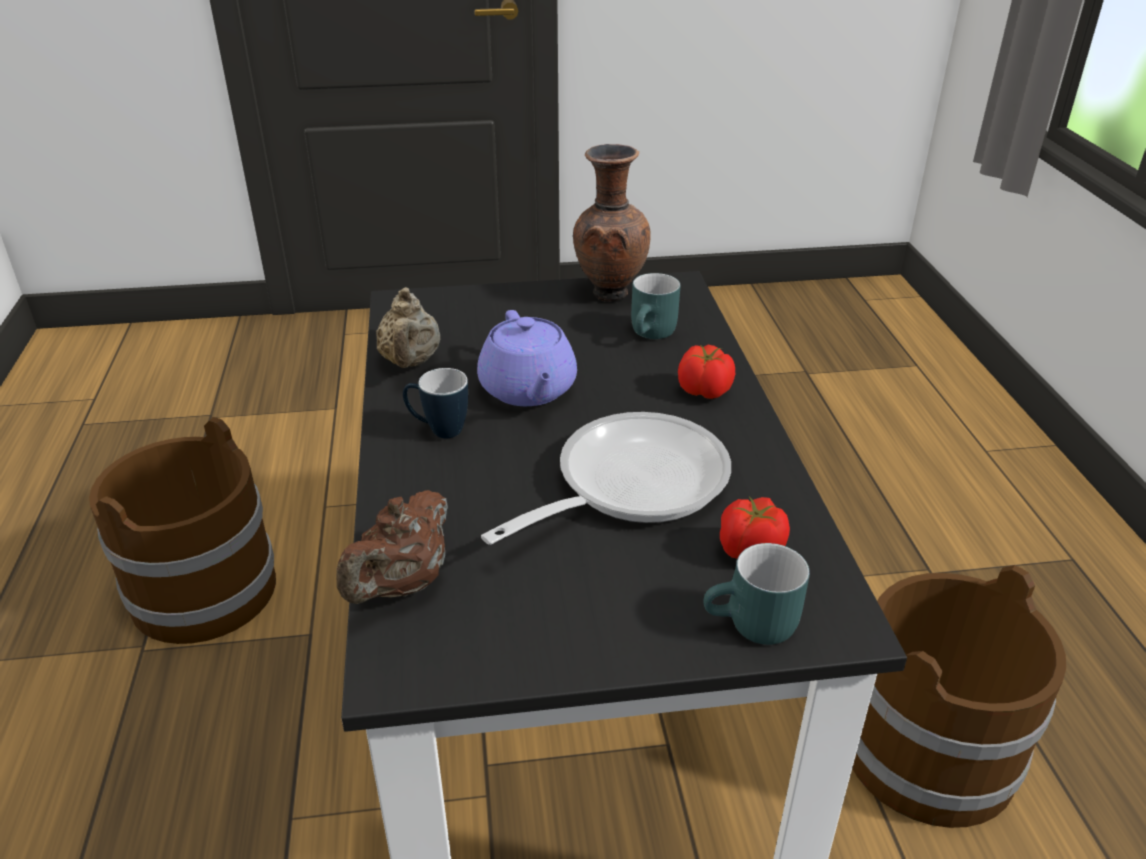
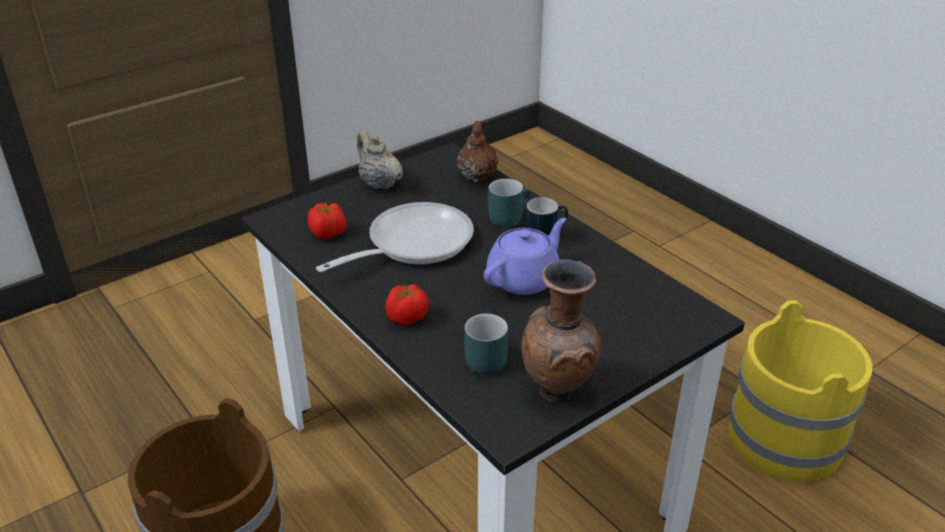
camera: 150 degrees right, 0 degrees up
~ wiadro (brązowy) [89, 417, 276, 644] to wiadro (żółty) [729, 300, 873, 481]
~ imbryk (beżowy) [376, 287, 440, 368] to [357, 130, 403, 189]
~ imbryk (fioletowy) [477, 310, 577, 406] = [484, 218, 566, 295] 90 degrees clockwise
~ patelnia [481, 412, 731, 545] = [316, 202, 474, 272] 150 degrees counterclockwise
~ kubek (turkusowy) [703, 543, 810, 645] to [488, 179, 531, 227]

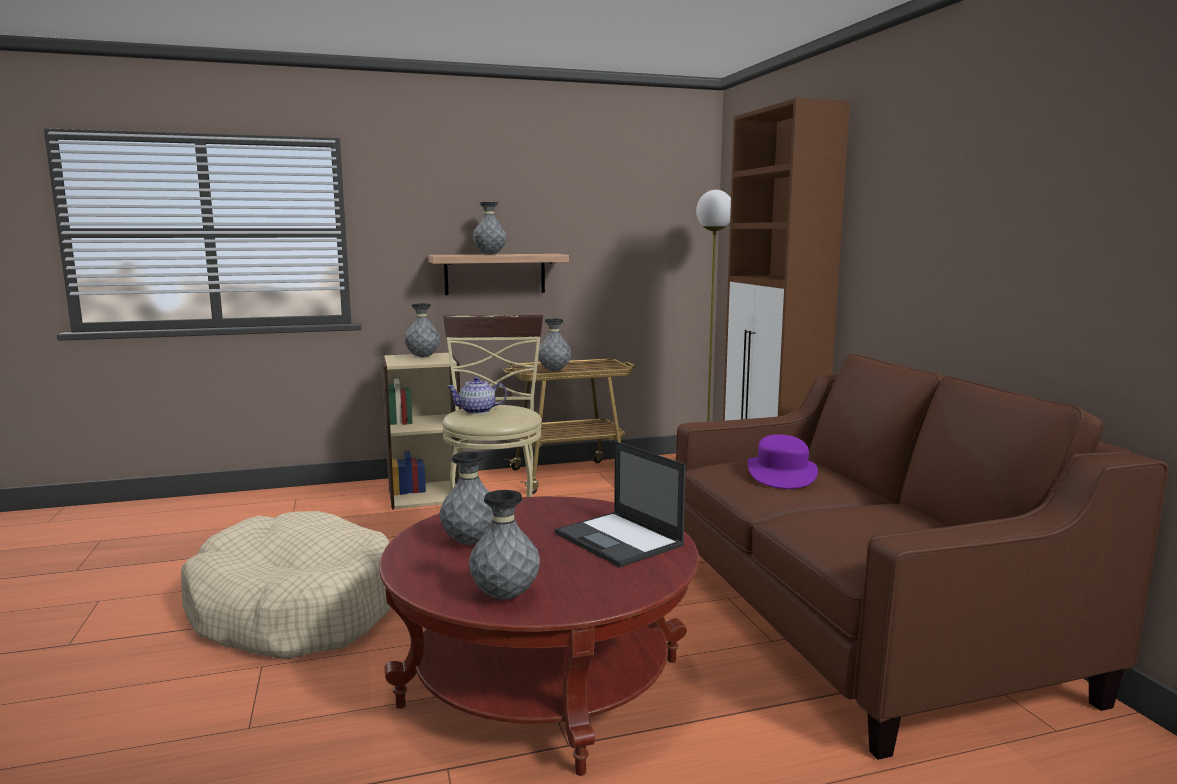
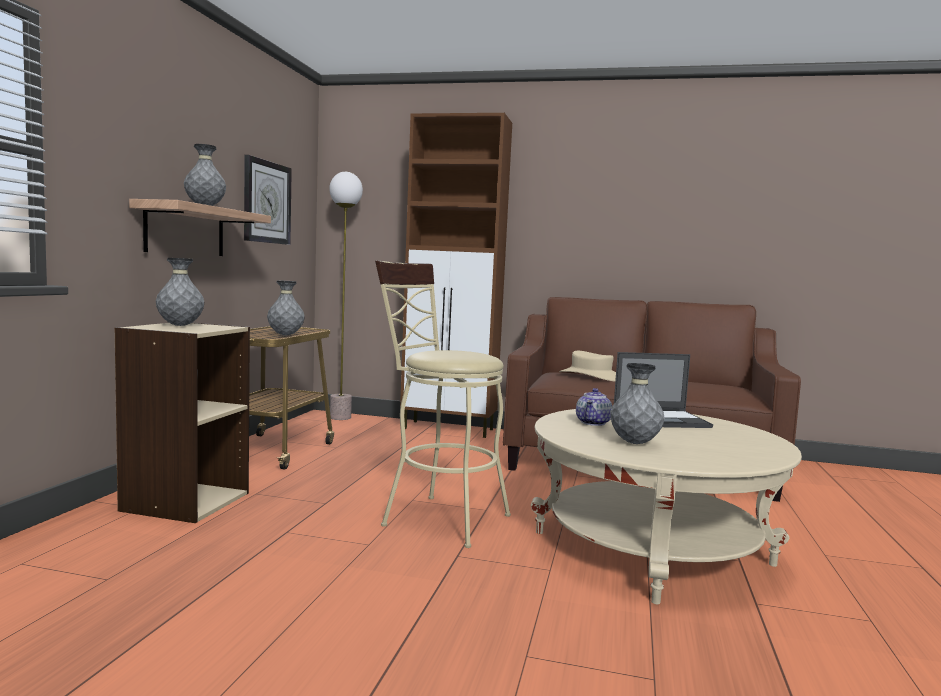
camera: 60 degrees left, 5 degrees down
- legowisko (beżowy) [181, 511, 391, 660]
~ ława (czerwony) [379, 496, 699, 776] to ława (beżowy) [531, 409, 802, 604]
~ imbryk [446, 377, 507, 414] to [576, 388, 612, 426]
- wazon (szary) [469, 490, 540, 600]
~ kapelusz (fioletowy) [748, 434, 818, 489] to kapelusz (beżowy) [559, 351, 616, 381]
+ zegar ścienny [244, 155, 292, 245]

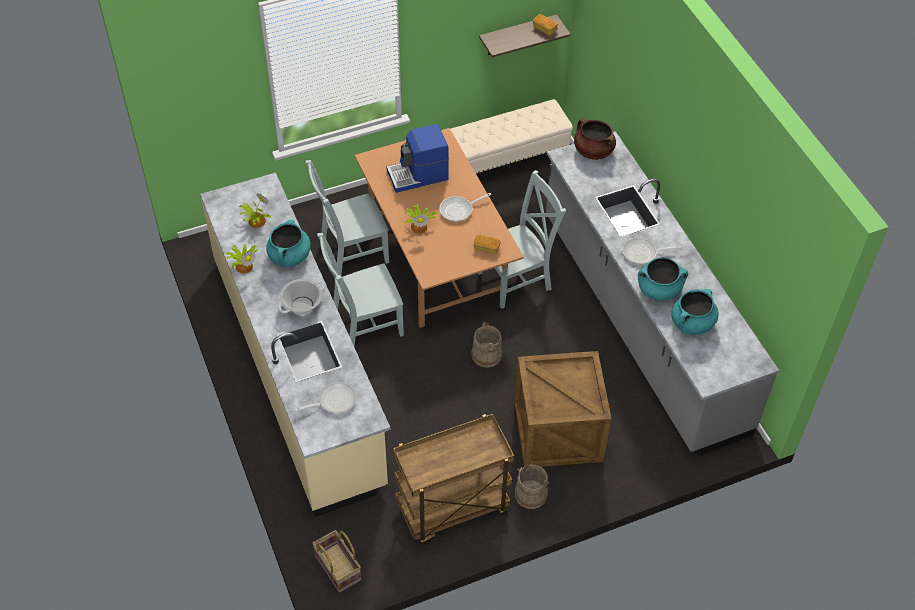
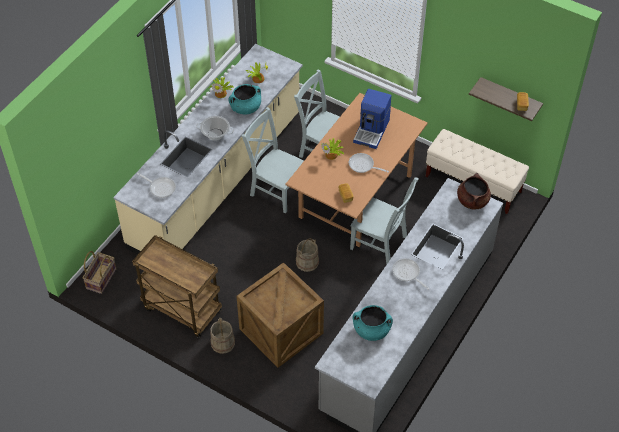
camera: 55 degrees right, 0 degrees up
~ ekspres do kawy [387, 124, 449, 193] = [353, 89, 391, 149] 105 degrees counterclockwise
- garnek (turkusowy) [638, 257, 688, 301]

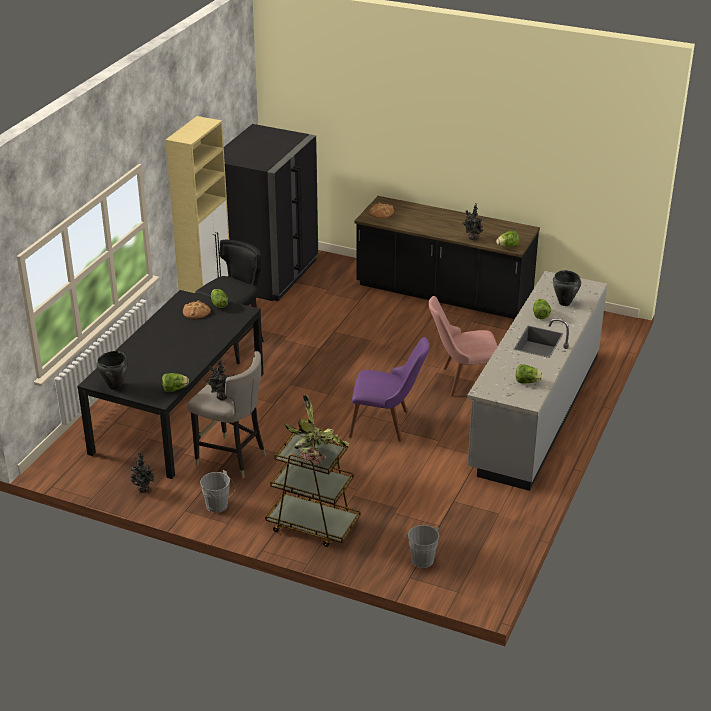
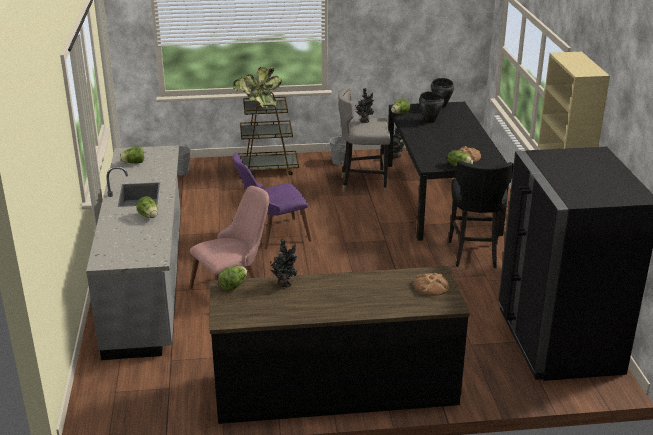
camera: 150 degrees right, 5 degrees down
~ garnek (czarny) [553, 270, 581, 306] to [419, 92, 444, 123]

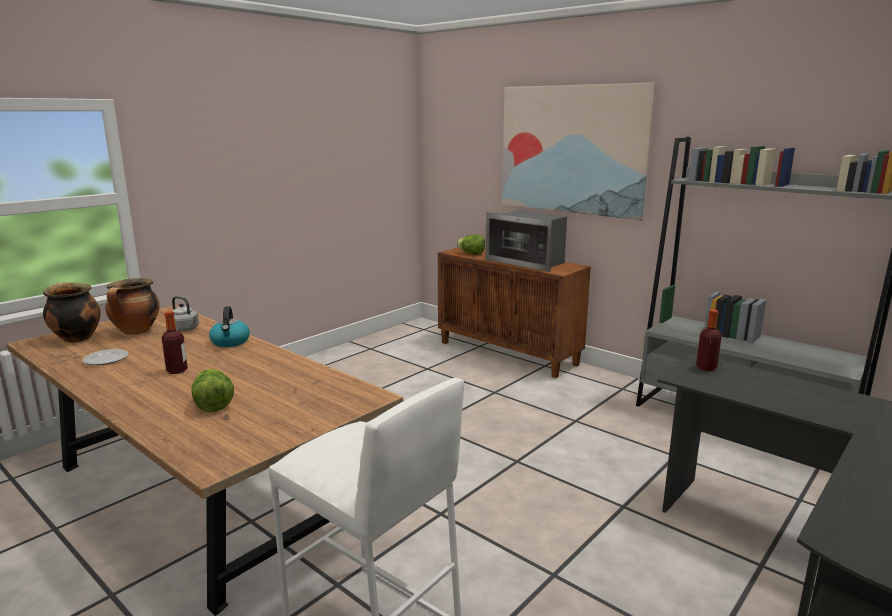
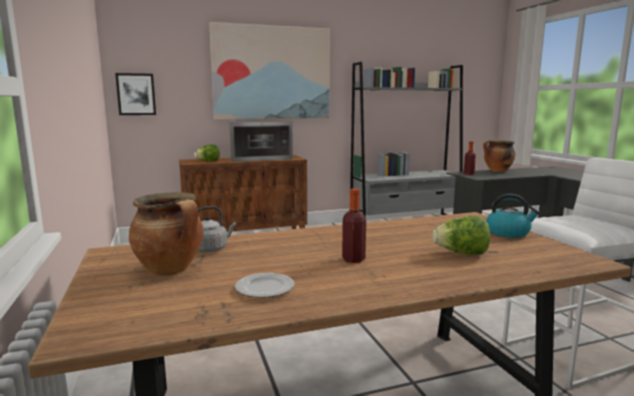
camera: 60 degrees left, 5 degrees down
~ garnek [43, 282, 101, 343] to [483, 140, 515, 172]
~ czajnik [209, 306, 250, 347] to [486, 194, 540, 238]
+ obraz [115, 73, 156, 115]

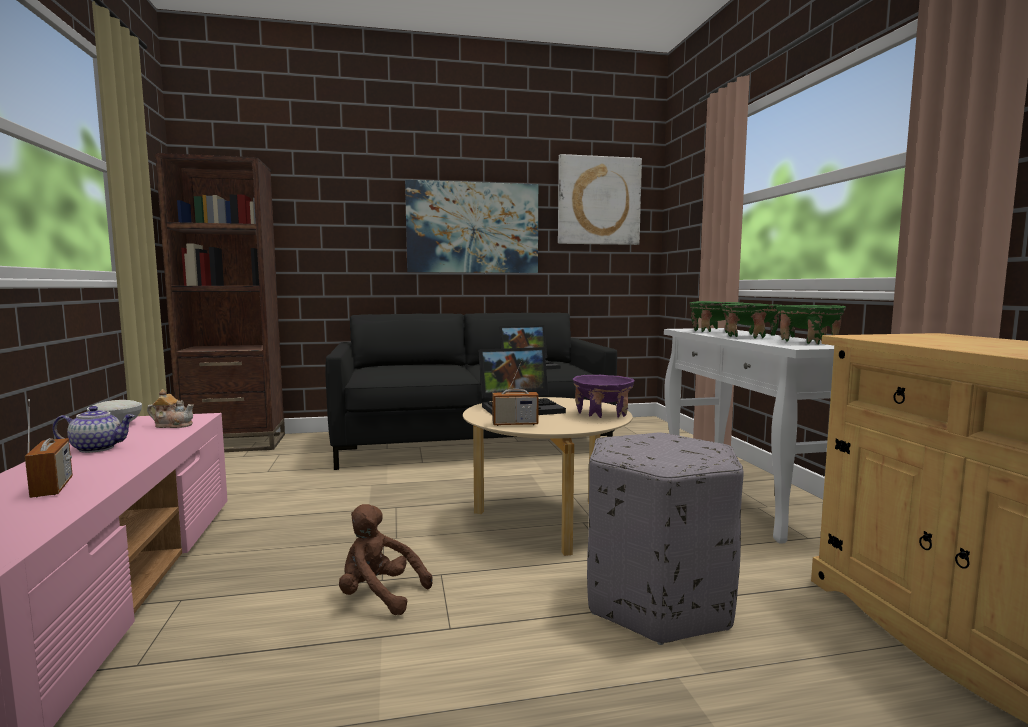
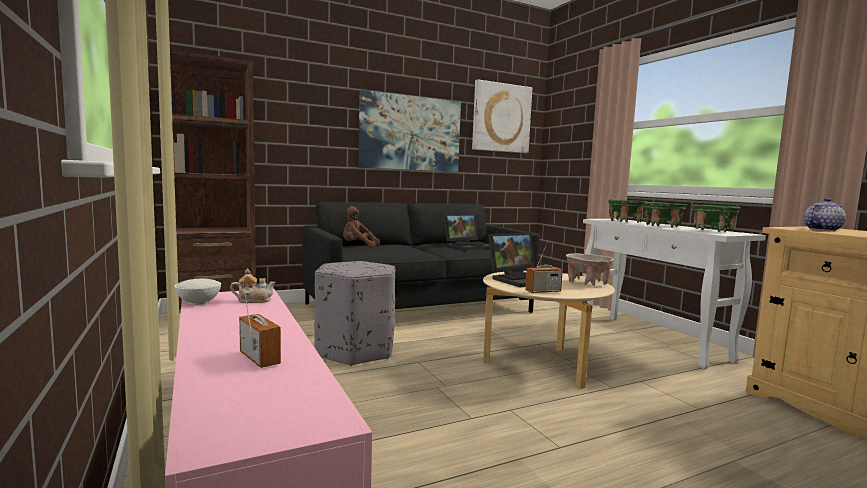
camera: 15 degrees left, 0 degrees up
~ imbryk [53, 406, 135, 453] to [804, 198, 846, 231]
~ pluszak (brązowy) [339, 504, 432, 615] to [343, 206, 380, 248]
~ miska (fioletowy) [573, 375, 634, 418] to miska (beżowy) [566, 253, 614, 286]
~ pufa (szary) [587, 433, 744, 645] to [314, 261, 395, 366]

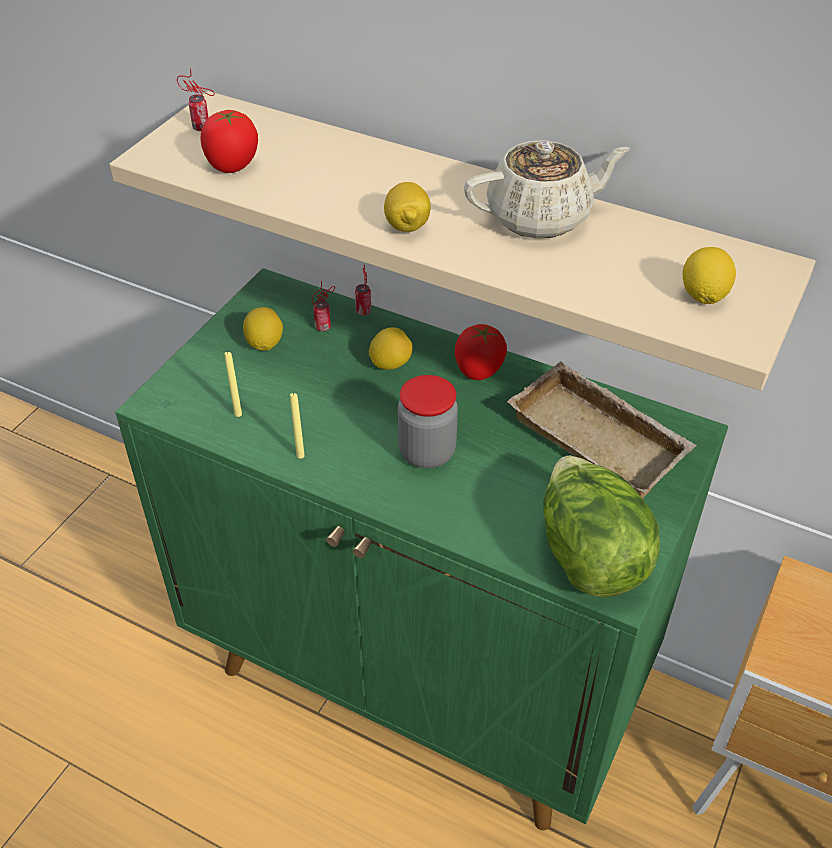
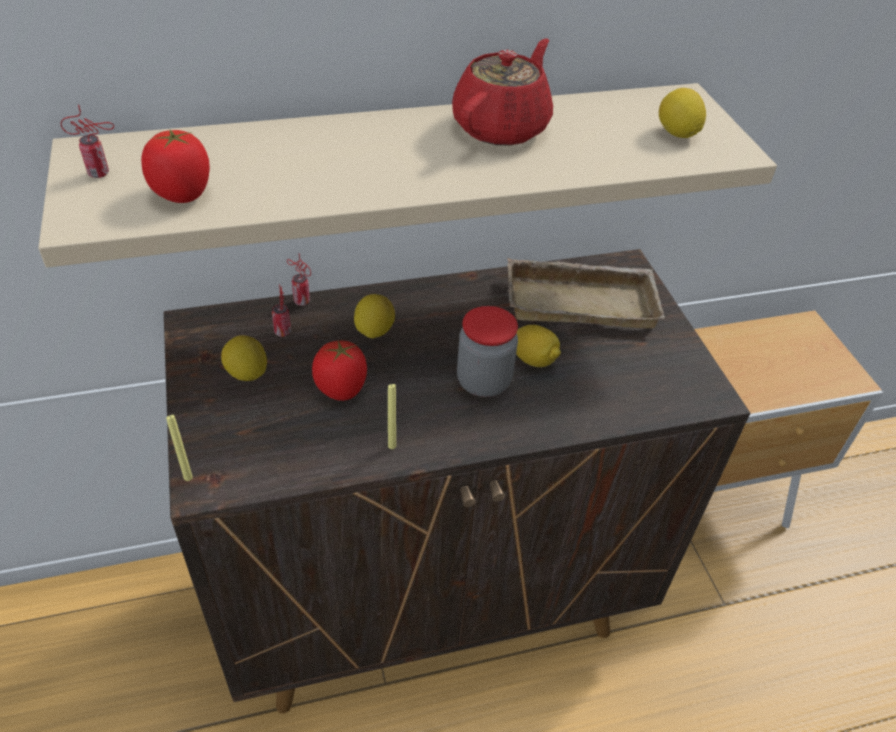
camera: 45 degrees left, 0 degrees up
~ szafka (zielony) [115, 268, 728, 830] to szafka (brązowy) [164, 249, 750, 713]
~ świeca (żółty) [224, 351, 242, 417] to [166, 415, 193, 481]
~ cytryna [384, 182, 431, 232] to [516, 325, 561, 367]
~ pomidor [455, 324, 507, 380] to [312, 341, 367, 401]
~ imbryk (beżowy) [464, 140, 630, 239] to imbryk (czerwony) [452, 38, 553, 146]
- sałata [543, 456, 660, 598]

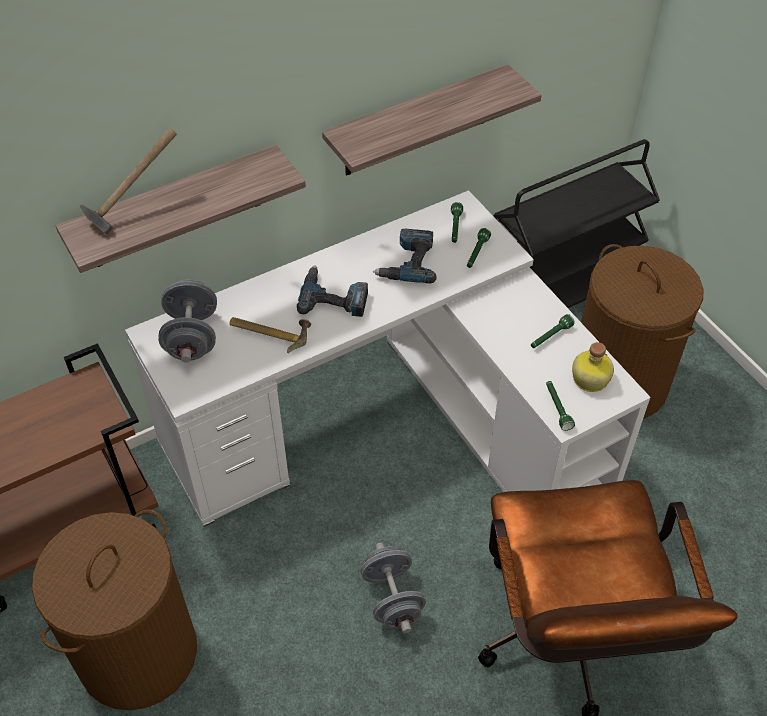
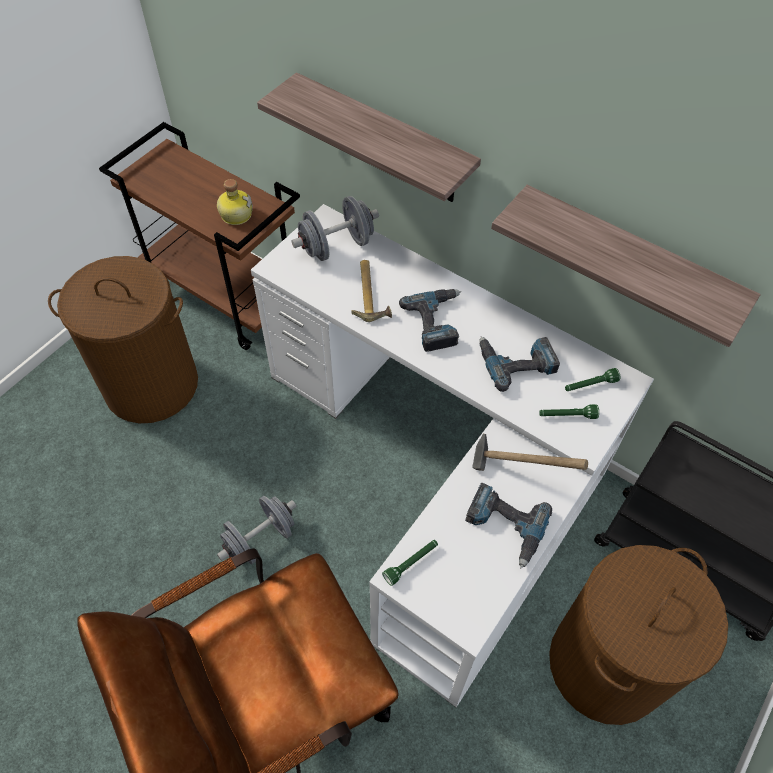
camera: 65 degrees right, 5 degrees up
~ młotek [80, 128, 177, 234] to [472, 434, 588, 471]
~ latarka (zielony) [531, 314, 575, 348] to wiertarka [465, 483, 552, 568]
~ butelka [572, 342, 614, 392] to [217, 179, 253, 225]

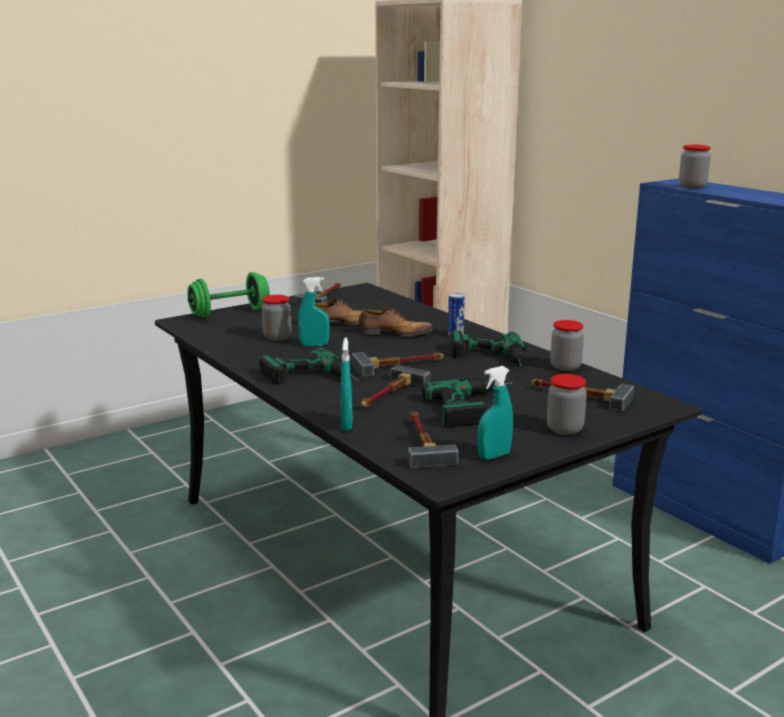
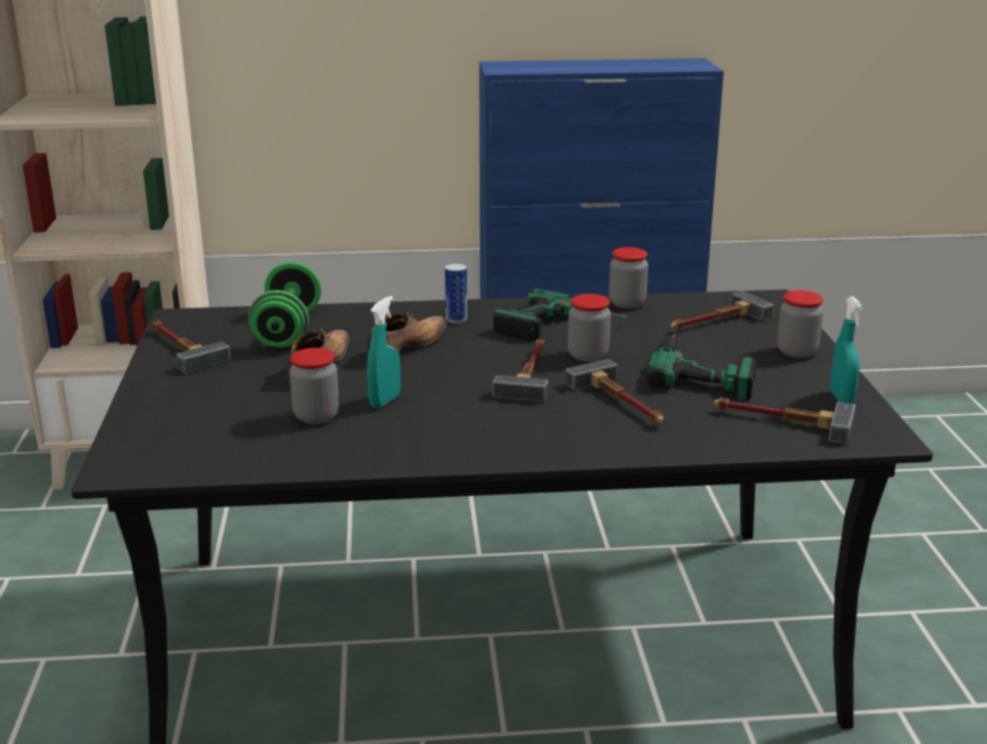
camera: 60 degrees left, 5 degrees up
~ hantel (zielony) [188, 272, 270, 318] to [248, 262, 321, 348]
- wiertarka [259, 347, 359, 384]
- spryskiwacz (turkusowy) [341, 338, 352, 430]
~ słoik [679, 145, 711, 189] to [568, 294, 611, 362]

